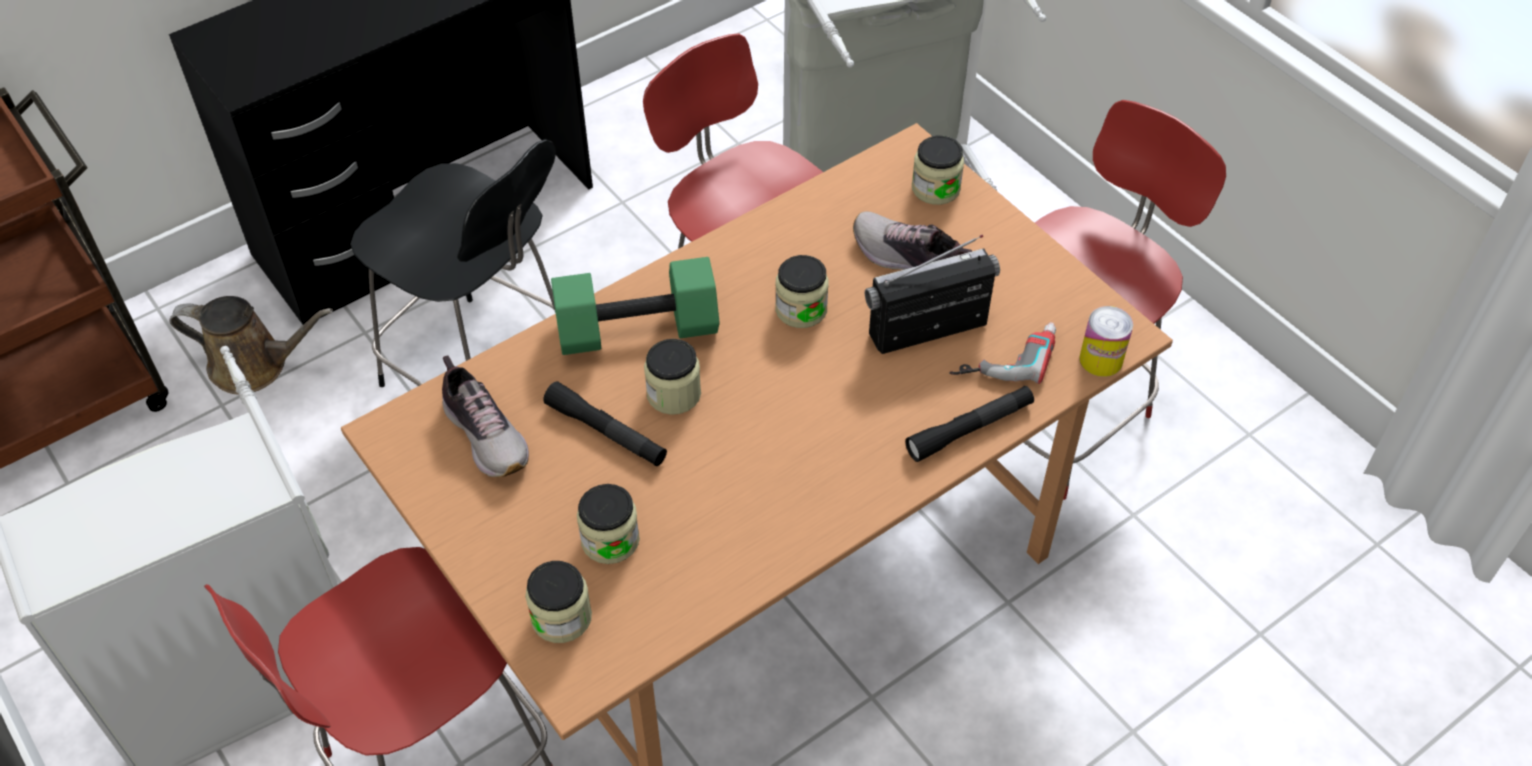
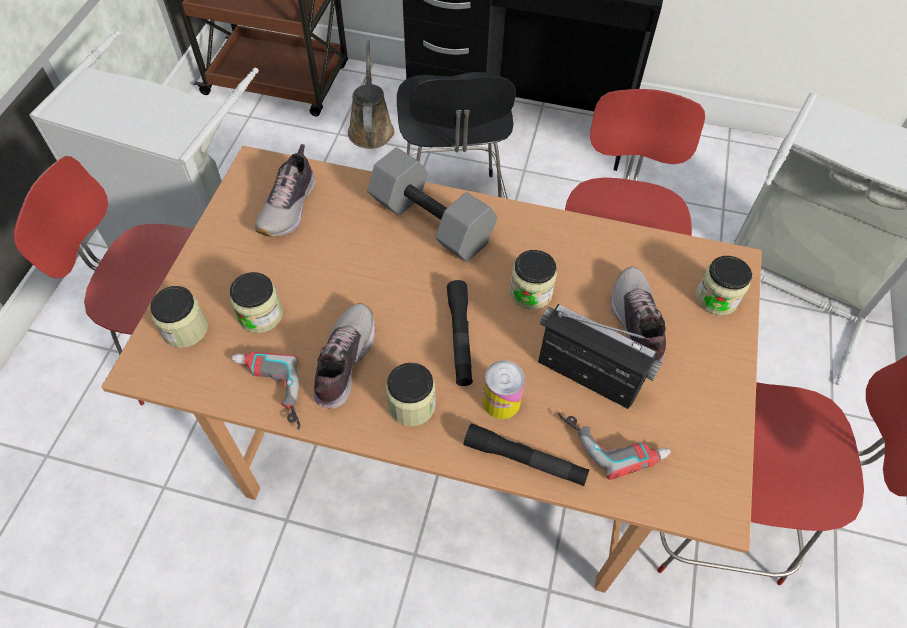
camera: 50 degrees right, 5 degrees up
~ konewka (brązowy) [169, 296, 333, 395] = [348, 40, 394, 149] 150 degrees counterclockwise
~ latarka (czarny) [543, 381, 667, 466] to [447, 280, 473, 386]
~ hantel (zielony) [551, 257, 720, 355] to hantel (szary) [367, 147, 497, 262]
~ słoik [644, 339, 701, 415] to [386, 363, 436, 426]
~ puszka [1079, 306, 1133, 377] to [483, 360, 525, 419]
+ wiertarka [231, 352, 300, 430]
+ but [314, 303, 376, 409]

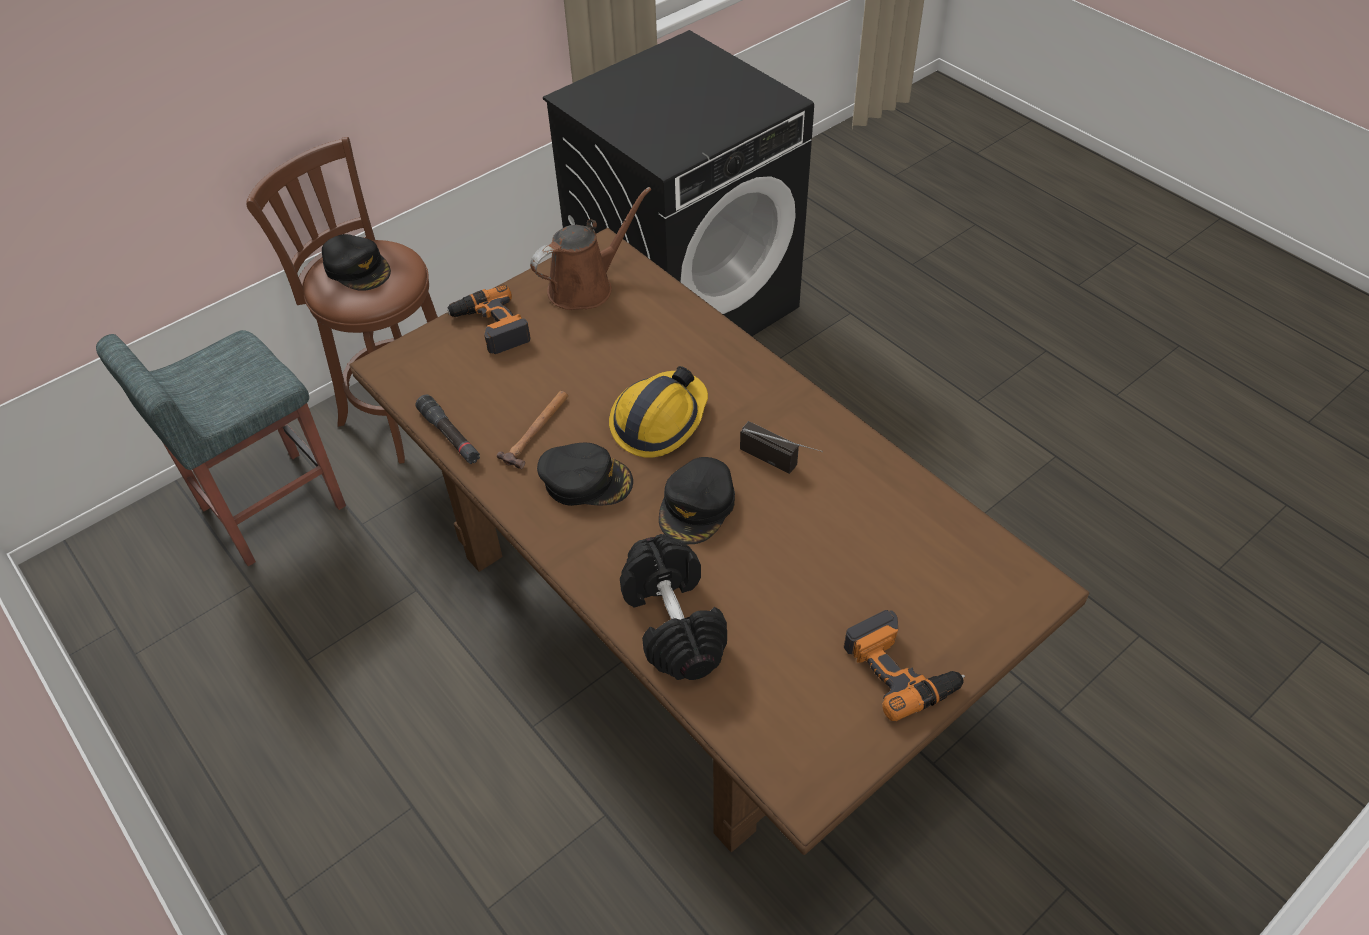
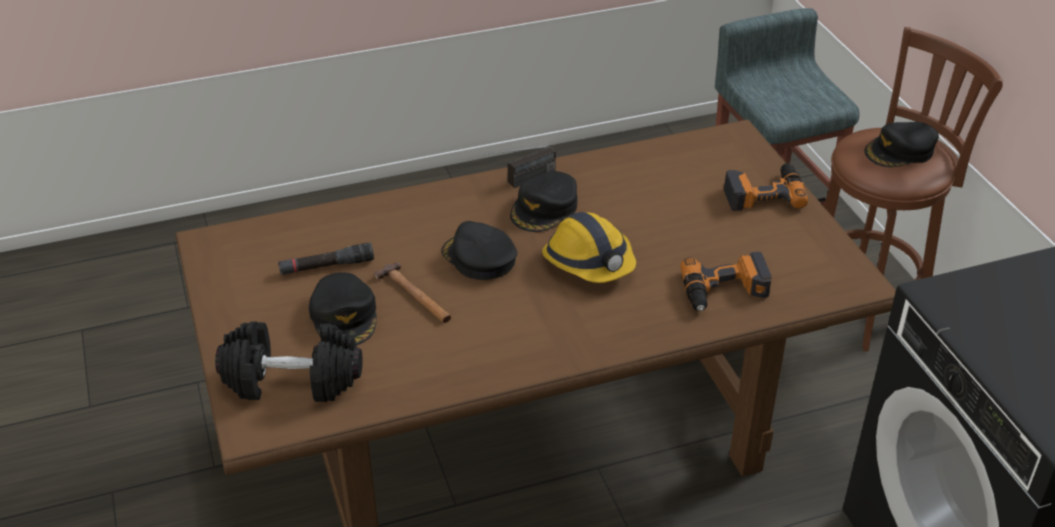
camera: 110 degrees right, 10 degrees down
~ latarka (czarny) [415, 395, 480, 464] to [278, 243, 374, 275]
~ młotek [497, 391, 568, 469] to [374, 262, 451, 323]
- konewka (brązowy) [530, 187, 652, 310]
~ hantel (czarny) [620, 534, 727, 680] to [215, 322, 363, 402]
~ radio [740, 421, 823, 474] to [484, 146, 556, 188]
~ wiertarka [844, 610, 965, 721] to [680, 252, 772, 311]
+ czapka z daszkiem (czarny) [309, 272, 377, 345]

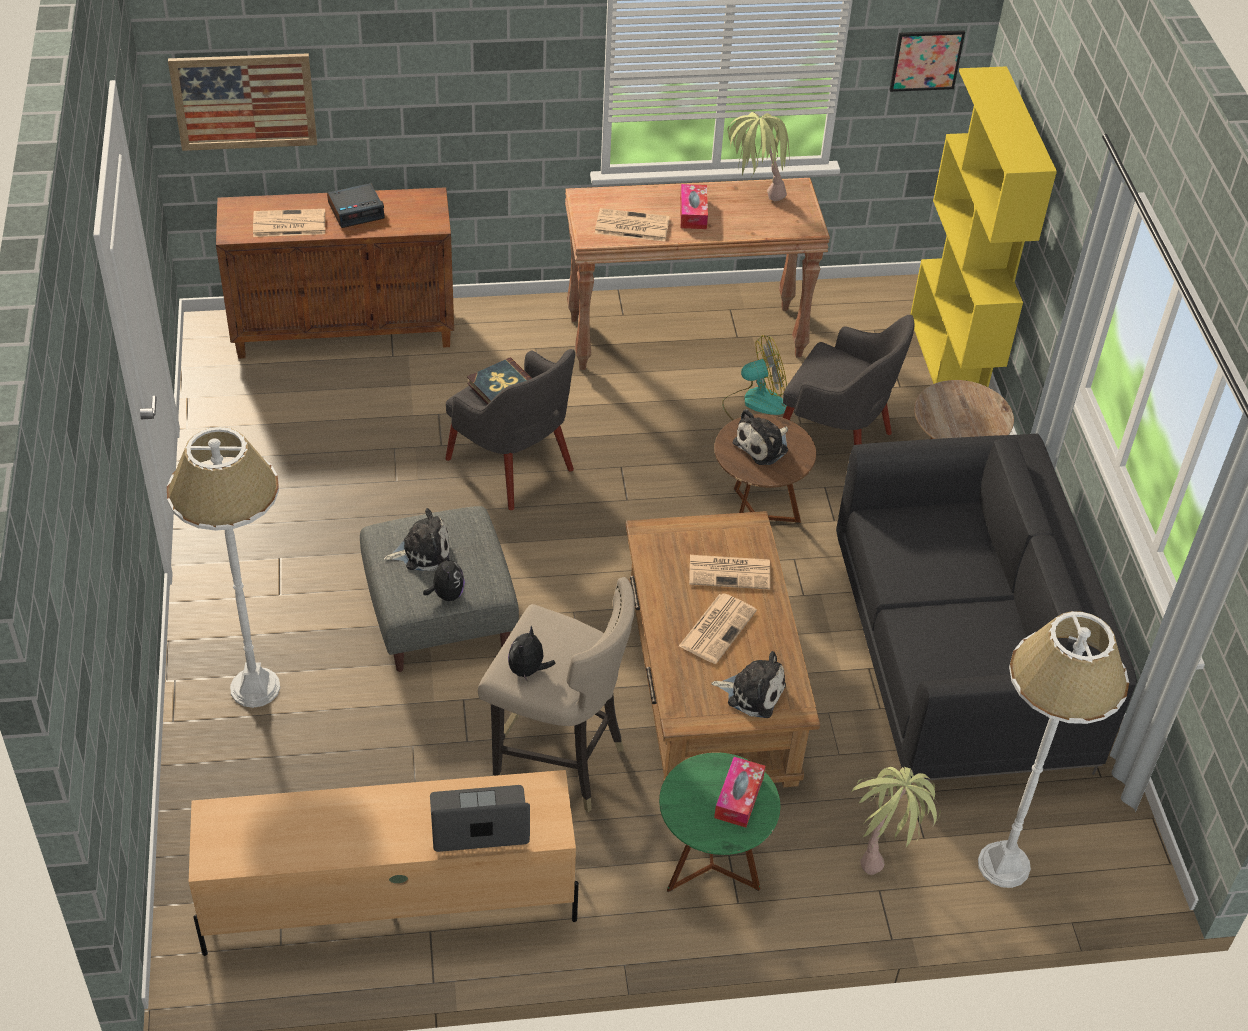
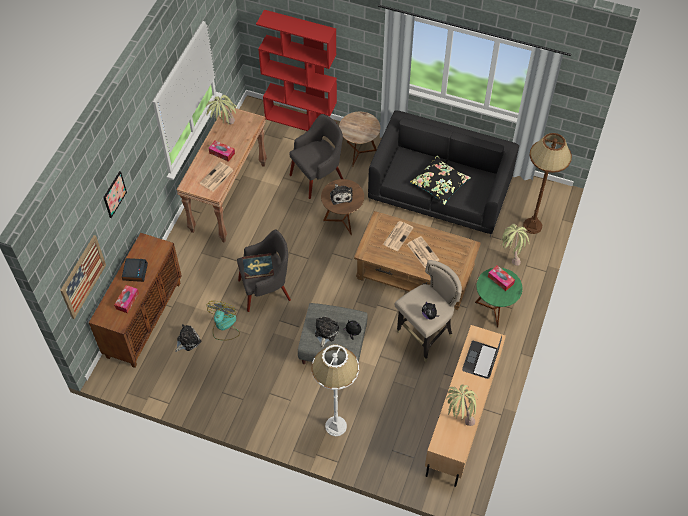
camera: 60 degrees left, 10 degrees up
~ gazeta [253, 209, 325, 237] to pudełko chusteczek [114, 285, 139, 313]
~ pluszak [711, 651, 786, 718] to [175, 324, 201, 352]
~ wentylator [722, 335, 787, 421] to [206, 301, 240, 340]
~ obraz [889, 30, 965, 92] to [103, 171, 127, 218]
~ regał (żółty) [910, 66, 1057, 387] to regał (czerwony) [256, 10, 337, 131]
~ lampa stojąca (biały) [978, 611, 1129, 888] to lampa stojąca (brązowy) [523, 133, 572, 234]
+ poduszka (czarny) [410, 156, 471, 205]
+ roślina doniczkowa [446, 384, 478, 426]

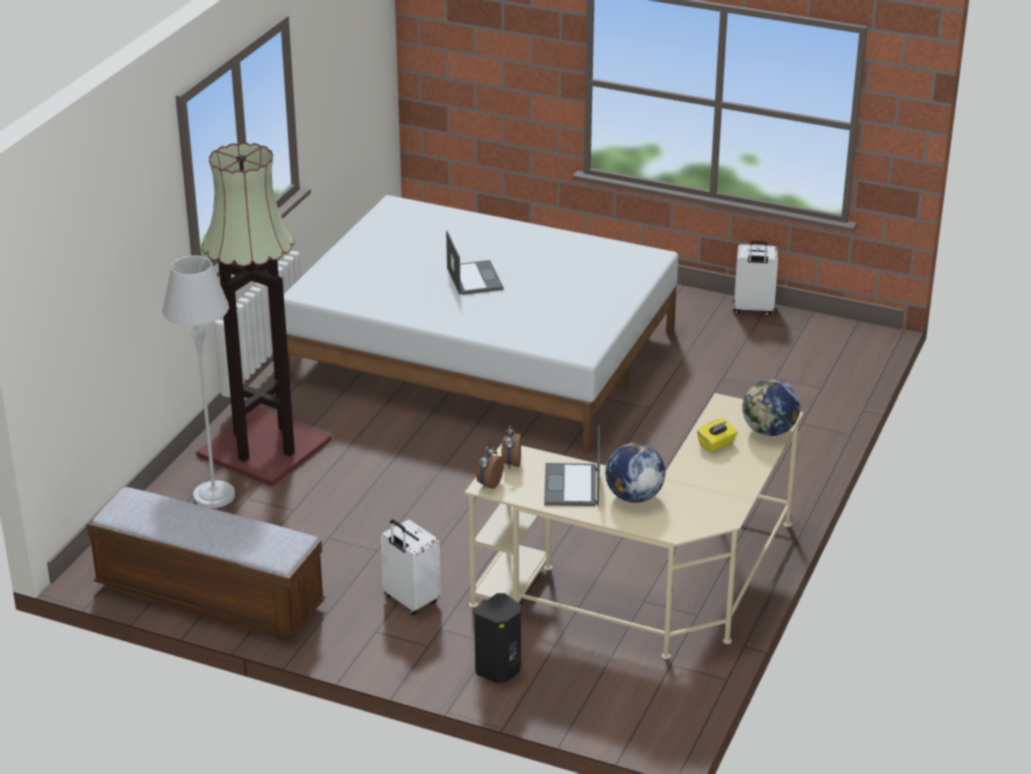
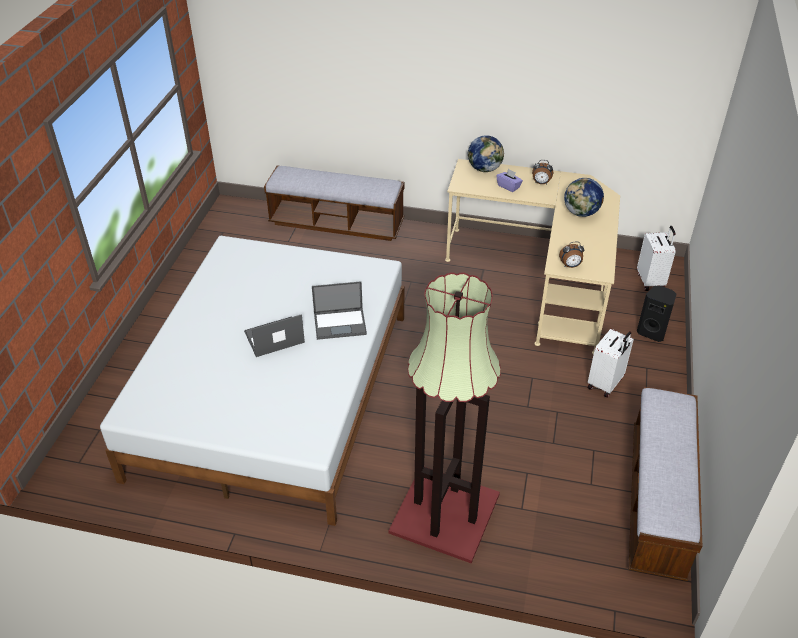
camera: 100 degrees left, 10 degrees up
- lampa stojąca (szary) [162, 255, 235, 508]
~ budzik [476, 445, 504, 489] to [532, 160, 553, 185]
~ laptop [544, 425, 600, 506] to [312, 281, 367, 340]
~ pudełko chusteczek (żółty) [697, 418, 738, 453] to pudełko chusteczek (fioletowy) [496, 169, 523, 192]
~ walizka (biały) [733, 240, 778, 316] to [637, 226, 676, 291]
+ ławka [264, 166, 404, 241]

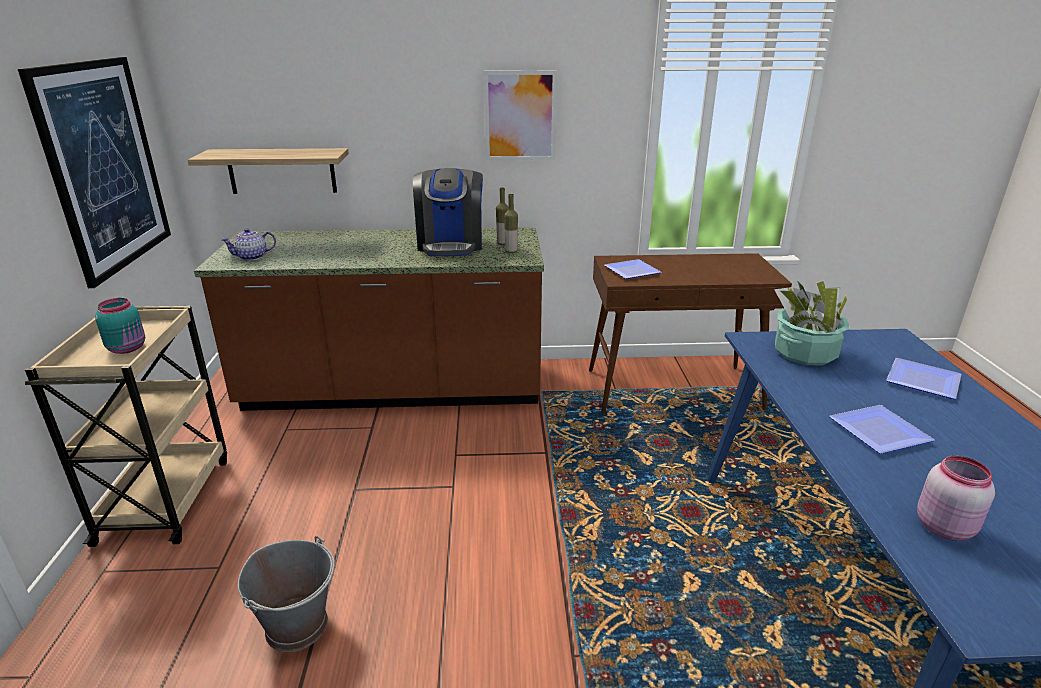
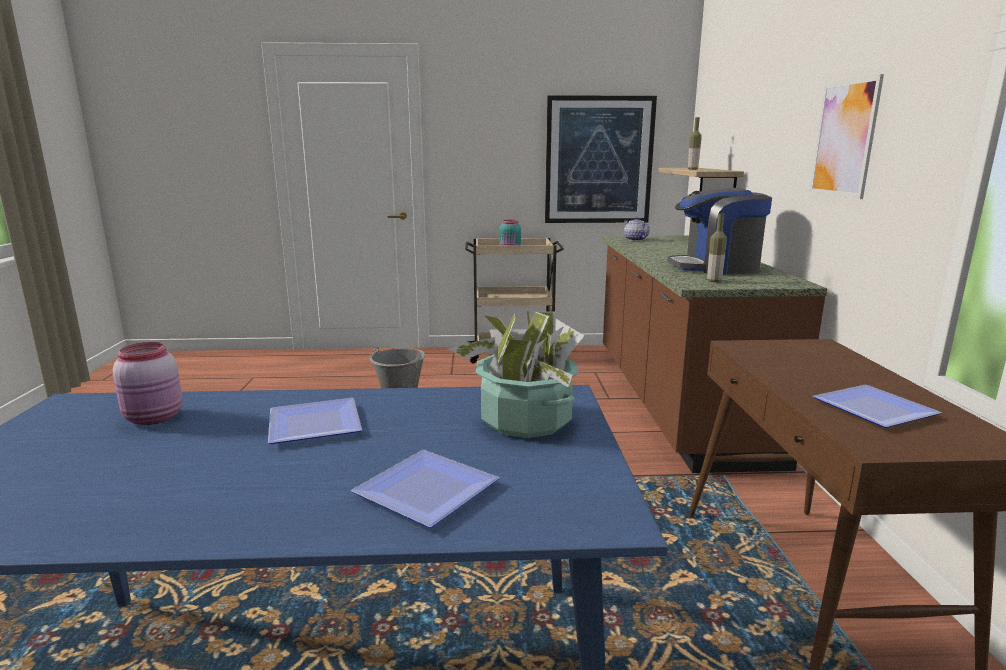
camera: 90 degrees right, 10 degrees down
~ butelka [496, 188, 509, 245] to [688, 117, 702, 170]
~ talerz [604, 259, 662, 279] to [813, 385, 941, 428]

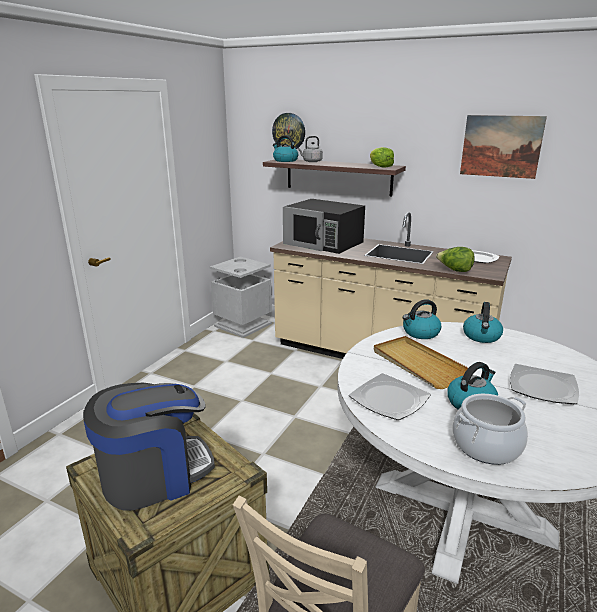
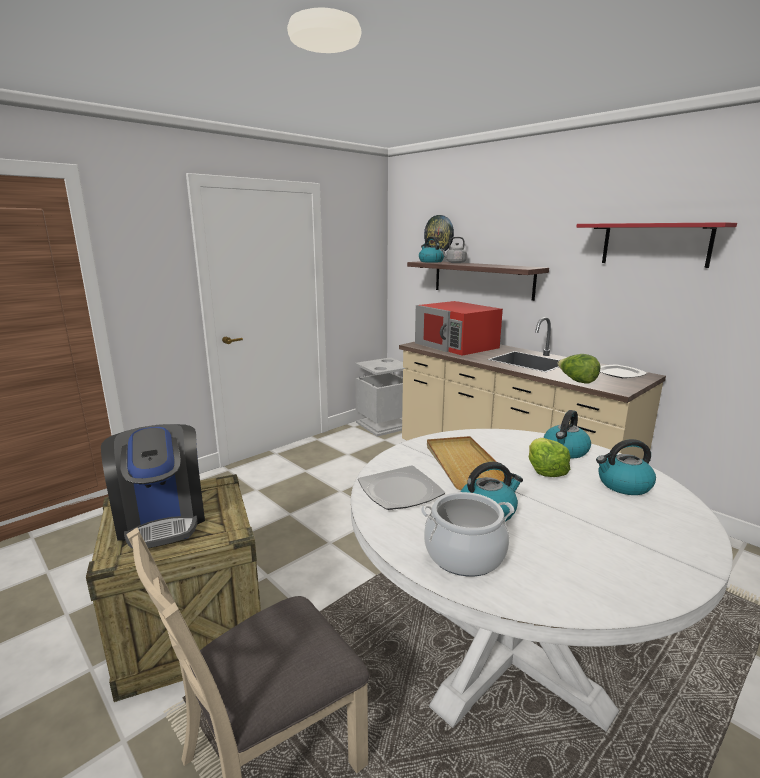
camera: 20 degrees right, 5 degrees down
~ ekspres do kawy [83, 383, 215, 511] = [101, 424, 205, 549] 75 degrees clockwise
~ mikrofalówka (czarny) [283, 199, 365, 254] to mikrofalówka (czerwony) [415, 301, 503, 356]
~ sałata [370, 147, 394, 168] to [529, 438, 570, 477]
~ czajnik [403, 299, 442, 339] to [596, 439, 656, 495]
~ obraz [460, 115, 547, 179] to półka (czerwony) [577, 222, 737, 268]
- talerz [510, 364, 579, 404]

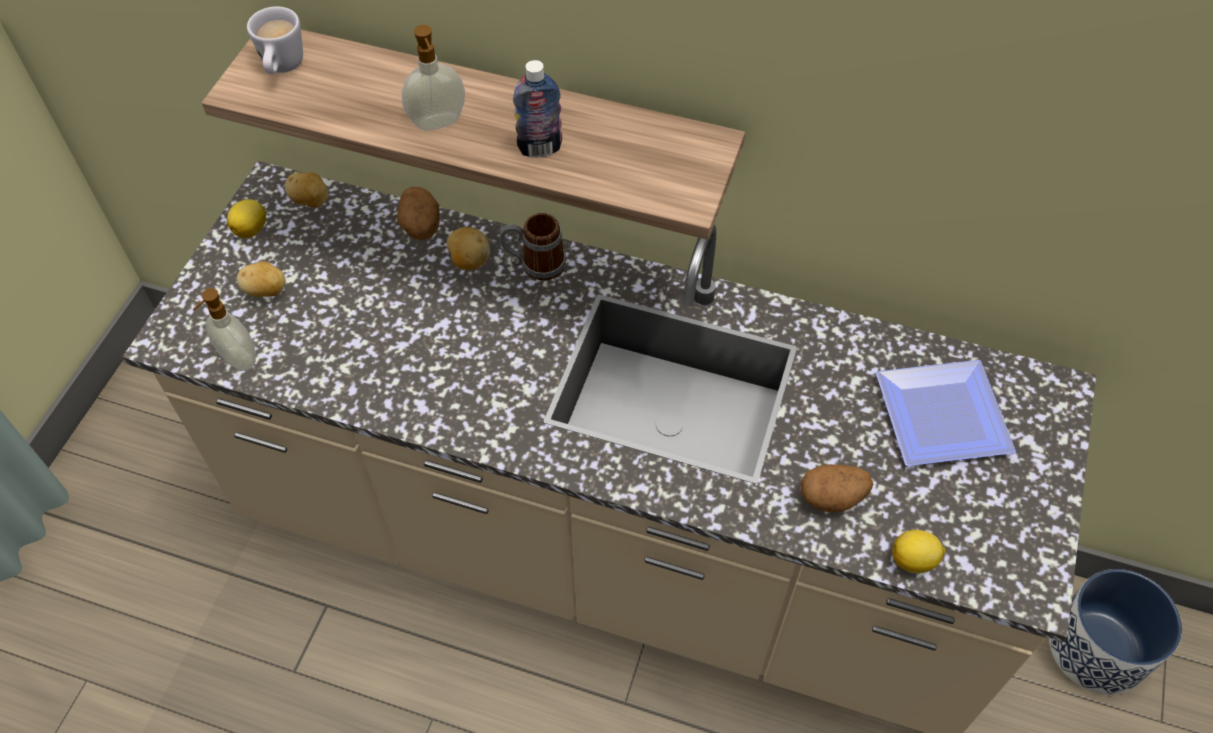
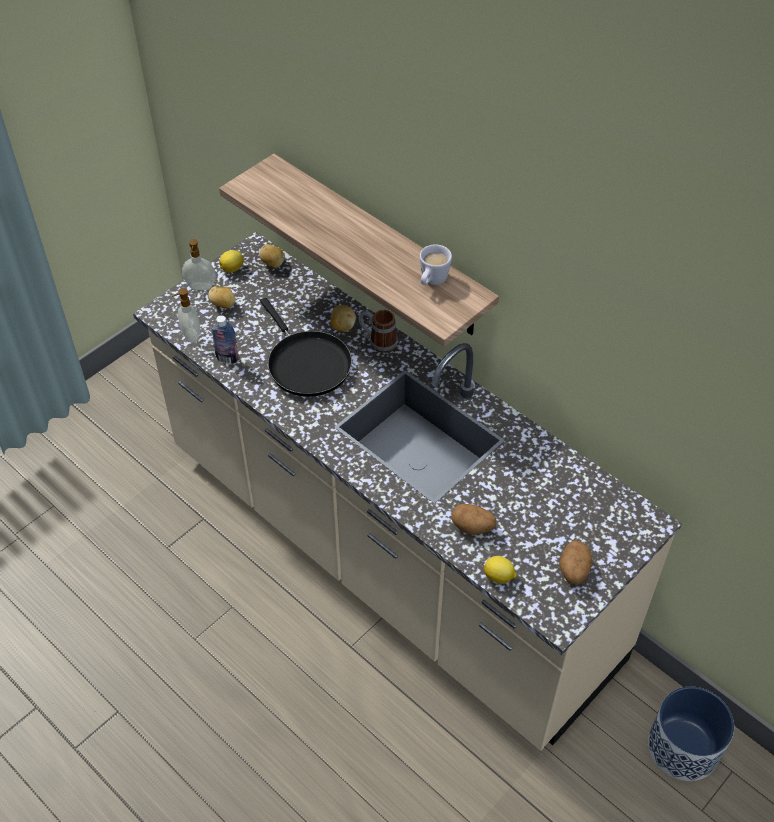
camera: 25 degrees right, 5 degrees down
~ kubek (biały) [247, 6, 303, 74] to [420, 244, 452, 285]
~ ziemniak [397, 187, 440, 240] to [559, 541, 593, 584]
~ dozownik mydła [402, 25, 465, 131] to [182, 239, 215, 290]
~ butelka [513, 60, 563, 157] to [211, 315, 239, 364]
- talerz [876, 360, 1016, 466]
+ patelnia (czarny) [260, 298, 352, 397]

